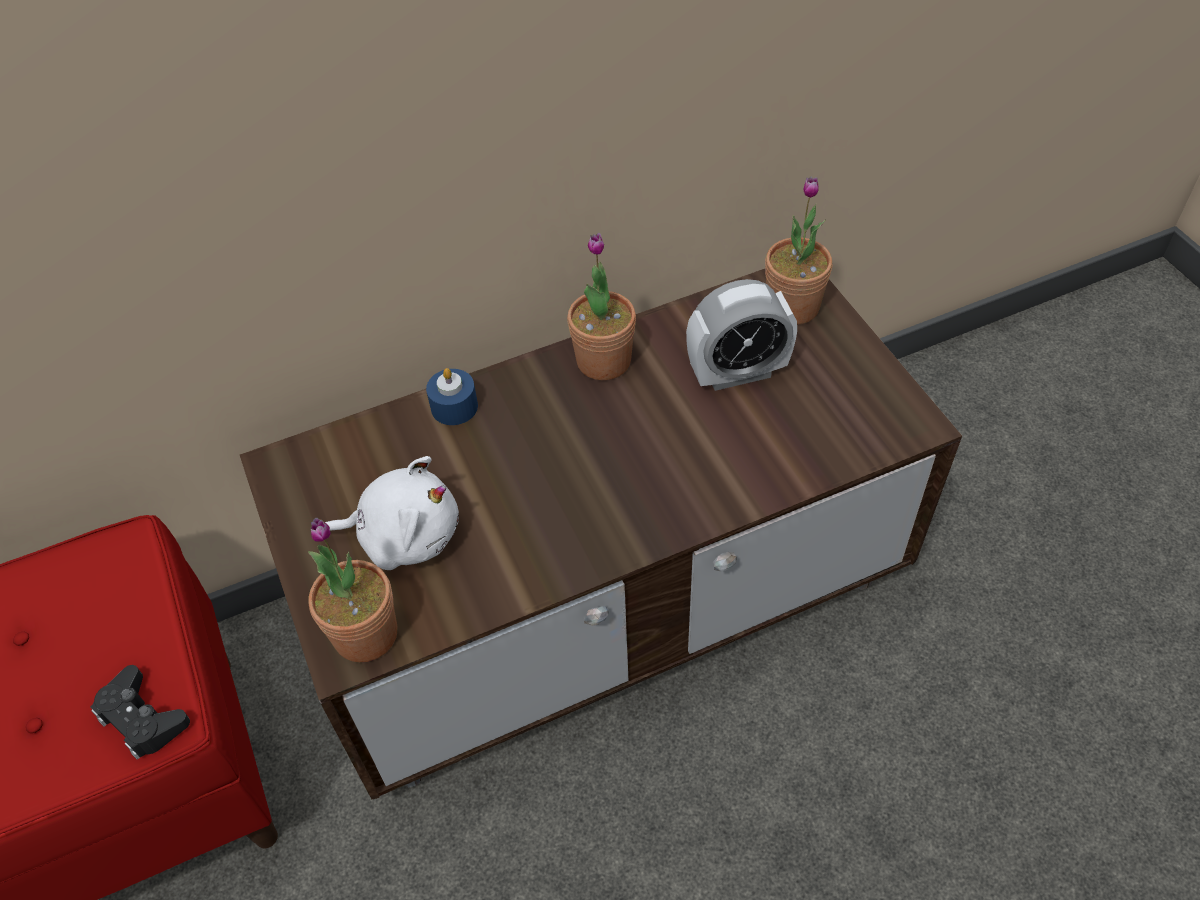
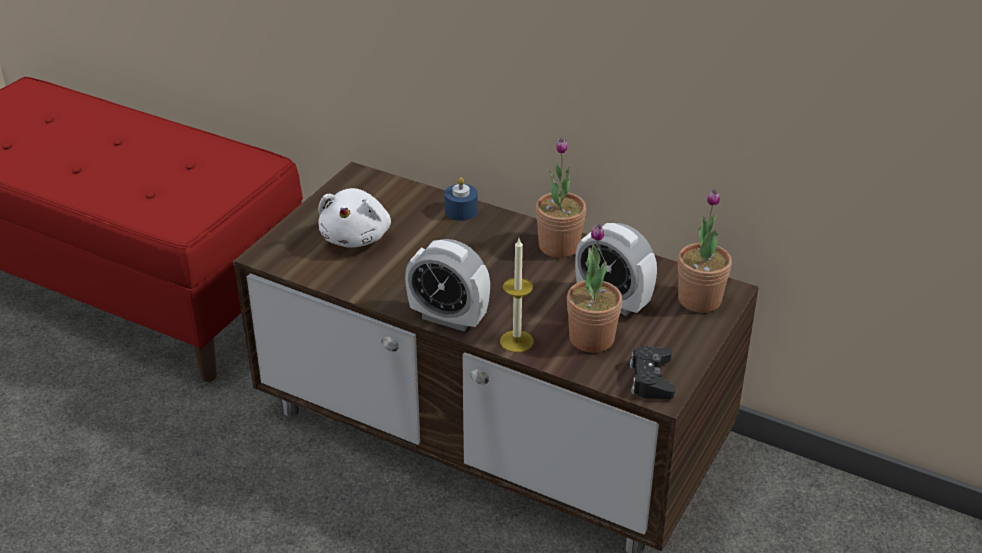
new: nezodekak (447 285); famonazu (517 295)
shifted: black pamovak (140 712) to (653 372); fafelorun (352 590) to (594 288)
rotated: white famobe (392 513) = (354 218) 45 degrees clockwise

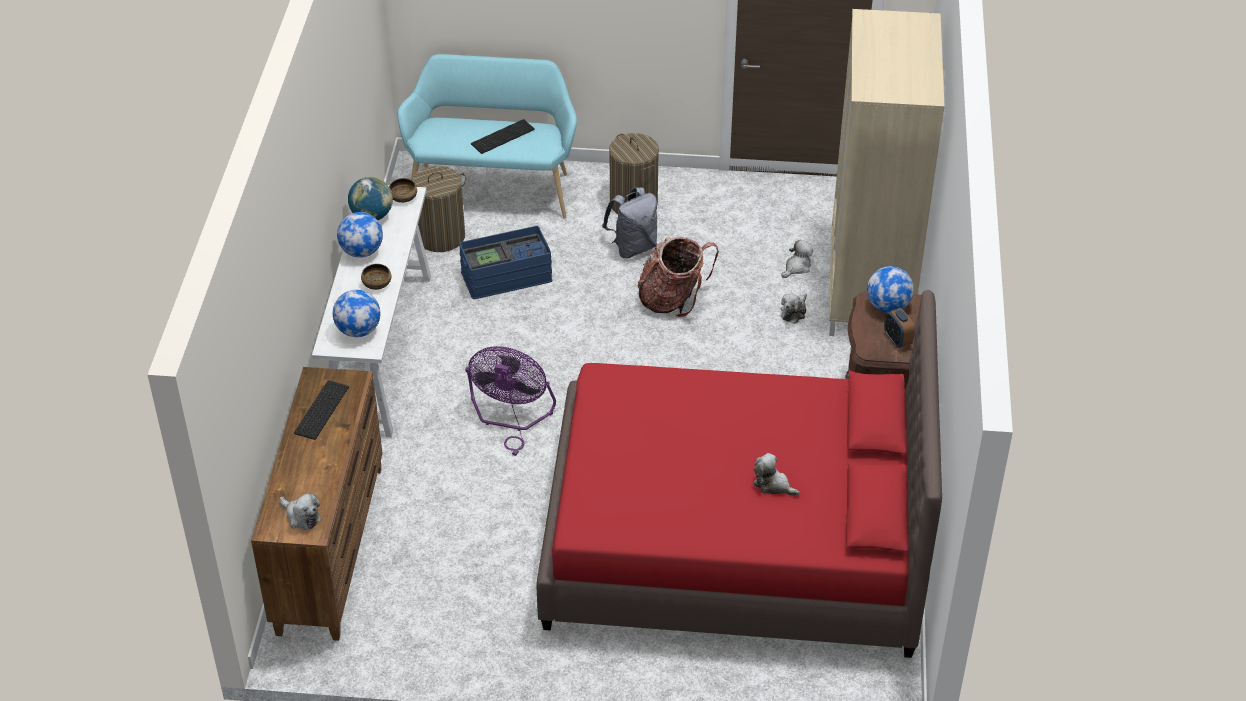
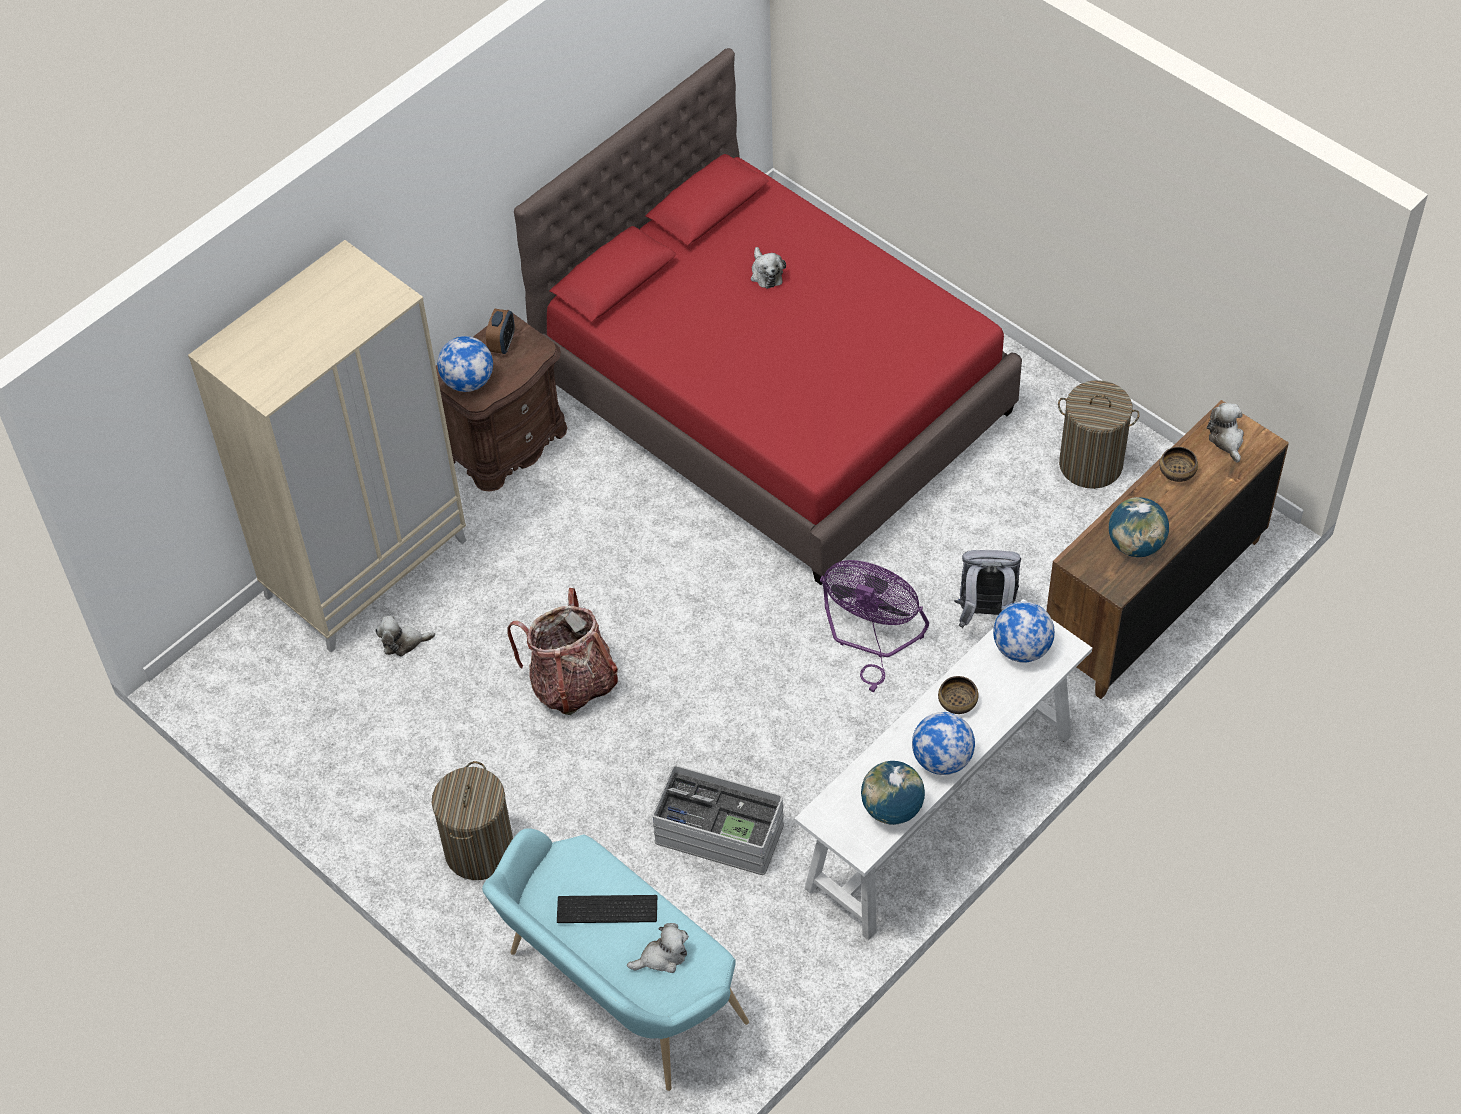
shifted: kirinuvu (403 190) to (1178 464); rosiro (439 209) to (1099 434); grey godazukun (629 222) to (987 589); famobe (794 308) to (658 948)
swapped: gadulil (321 410) to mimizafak (1139 527)
repainted: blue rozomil (506 262) to grey rozomil (718 820)
rotated: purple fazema (510 401) = (874 626) 150 degrees clockwise

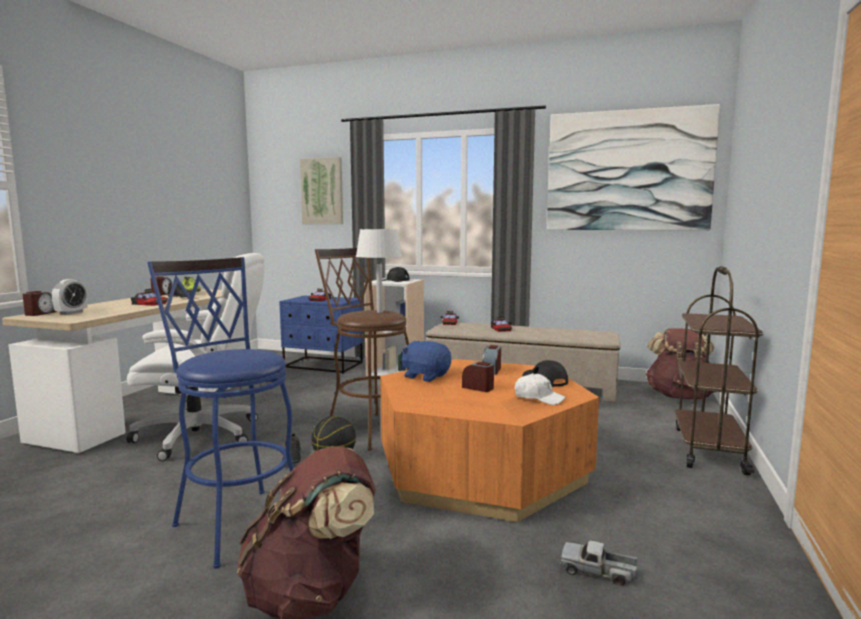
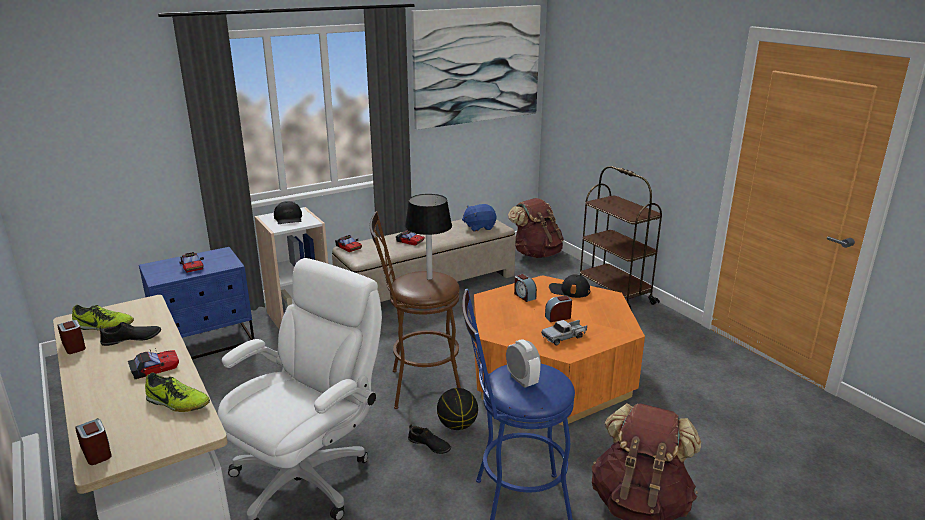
gone: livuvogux (321 190); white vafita (540 389)
new: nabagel (177 392)
shifted: nezodekak (69 297) to (523 363); blue famobe (426 361) to (479 218); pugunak (599 563) to (564 332)
repainted: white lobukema (379 271) to black lobukema (428 237)

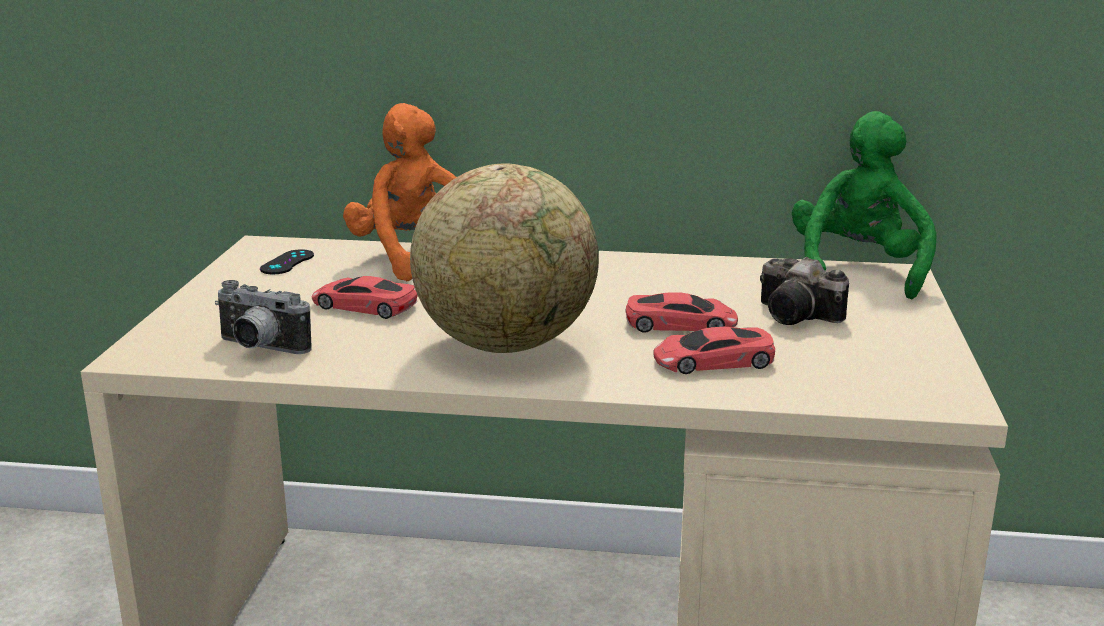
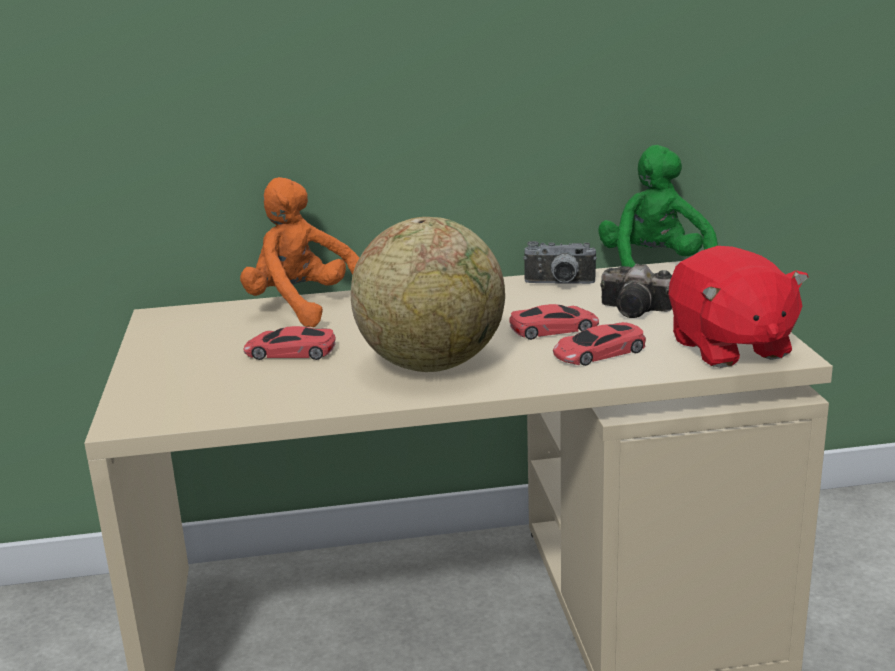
gone: black pamovak (287 261)
new: red famobe (738 307)
shifted: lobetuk (263 317) to (560 262)

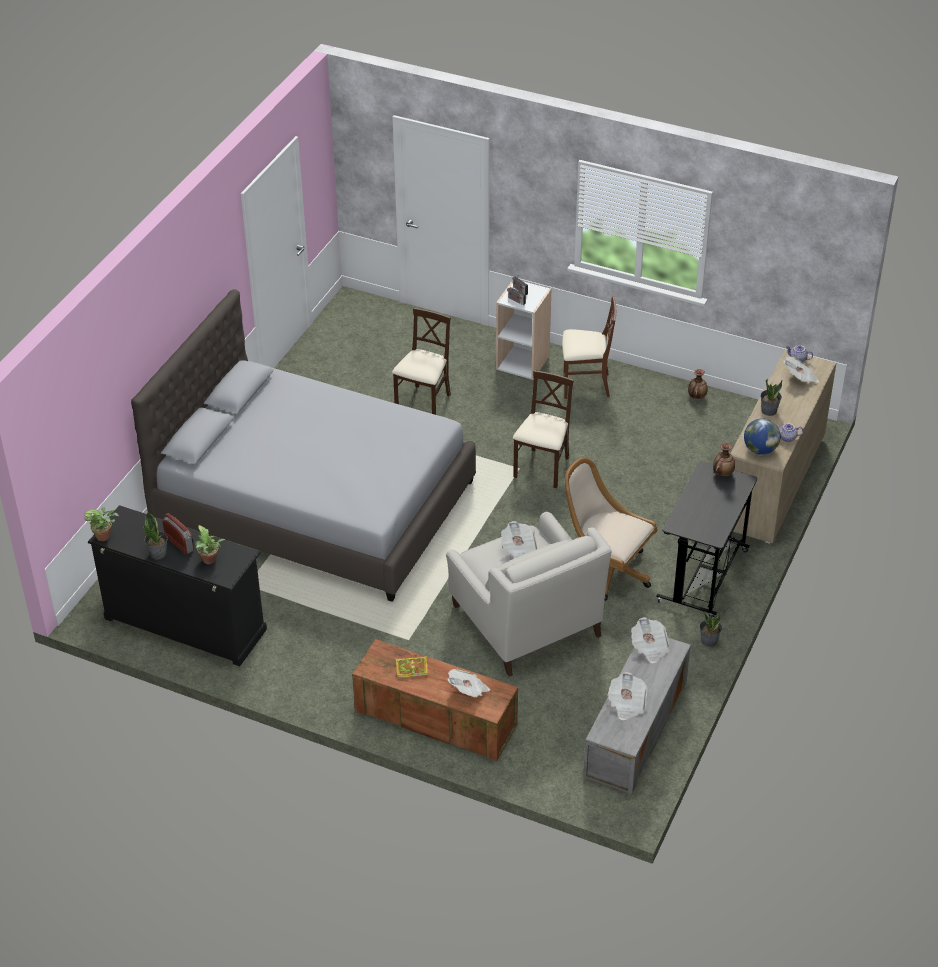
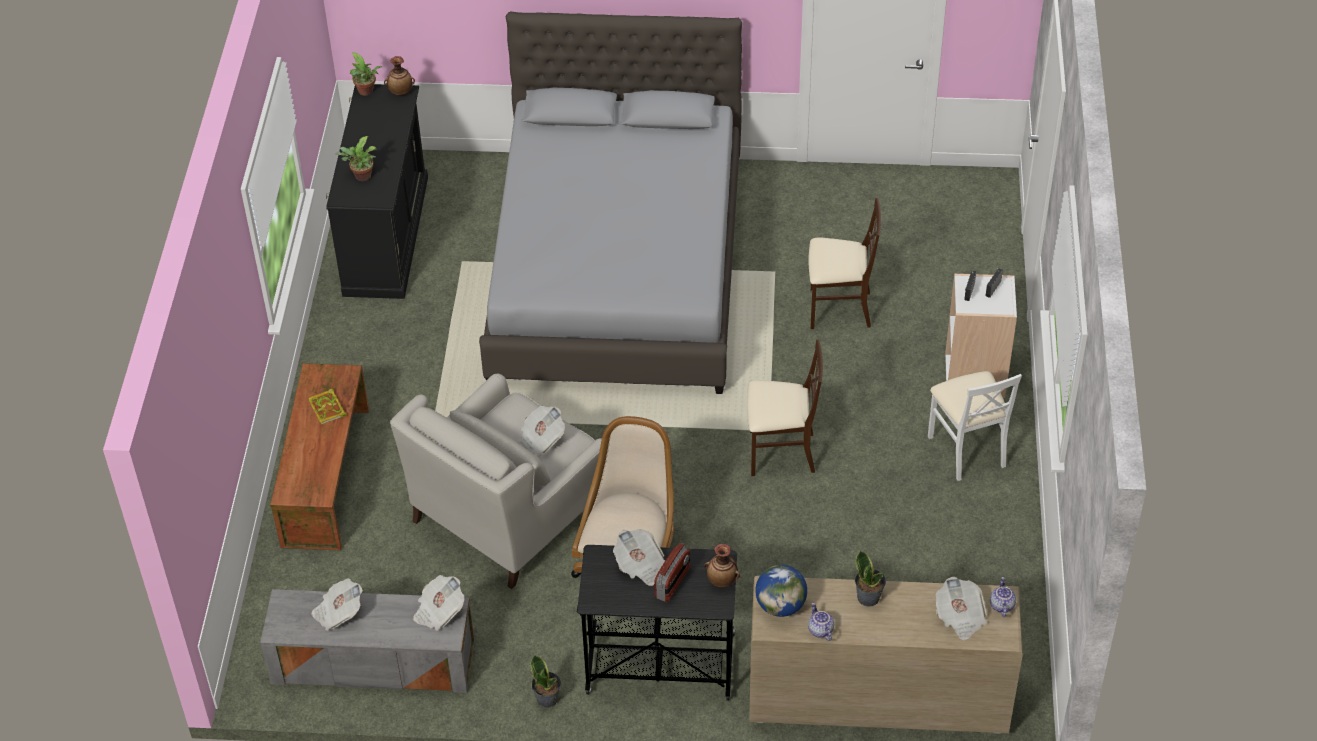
gone: fafelorun (155 536)
shifted: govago (178 534) to (672 572); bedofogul (468 683) to (639 557); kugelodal (698 384) to (399 75)
repainted: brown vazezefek (589 347) to white vazezefek (975 426)

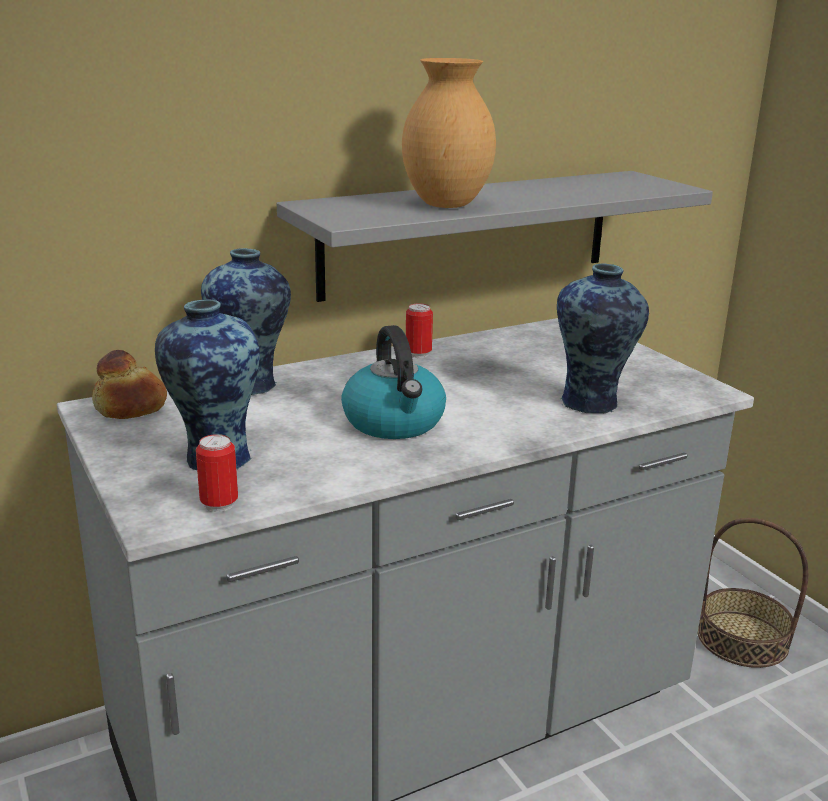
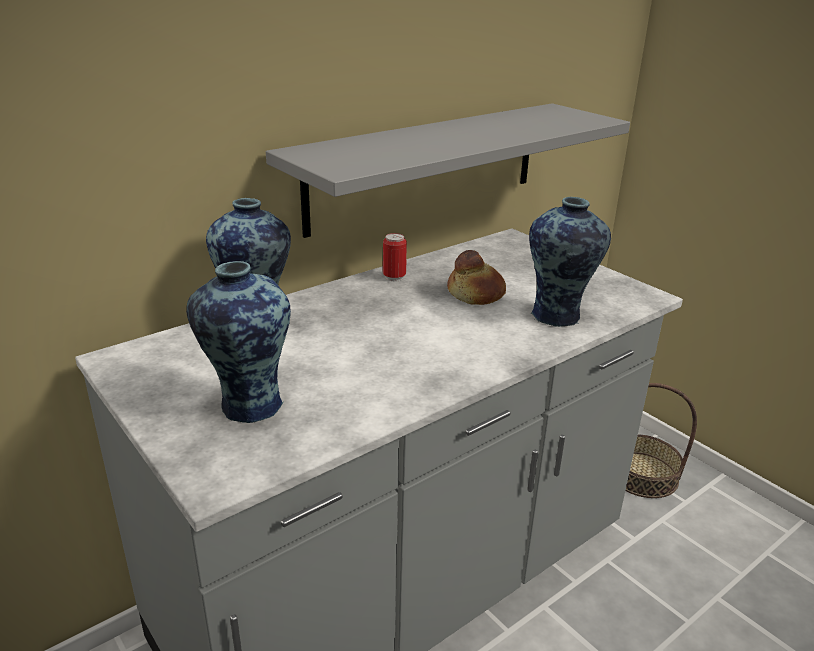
gone: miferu (217 473); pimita (393 382); brown kugelodal (449 133)
shifted: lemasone (129 384) to (476 277)

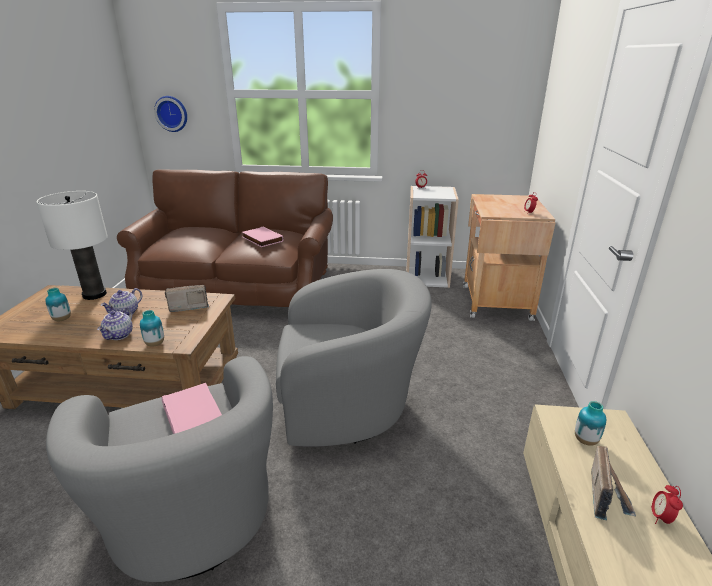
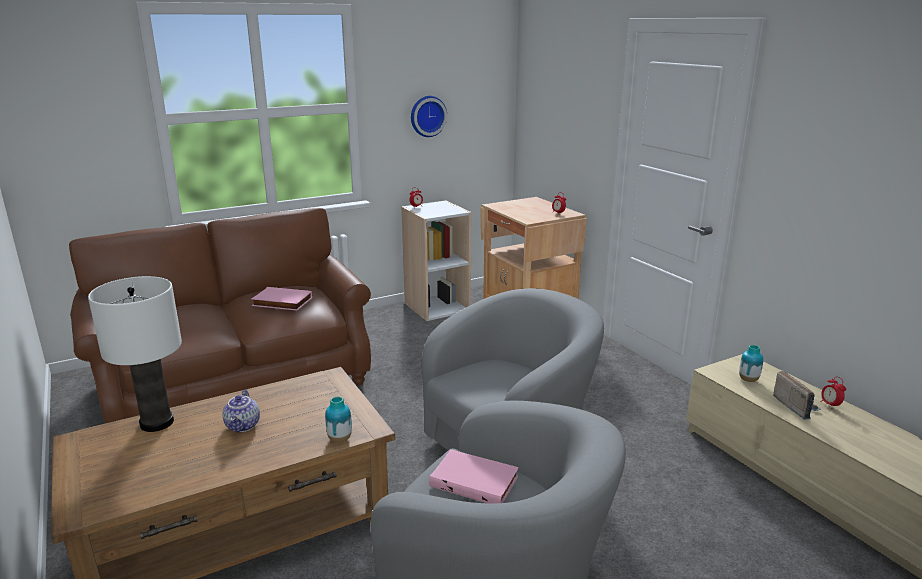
gone: kugelodal (58 304); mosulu (115 323); govago (187 298)
shifted: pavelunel (170 114) to (429 116)

